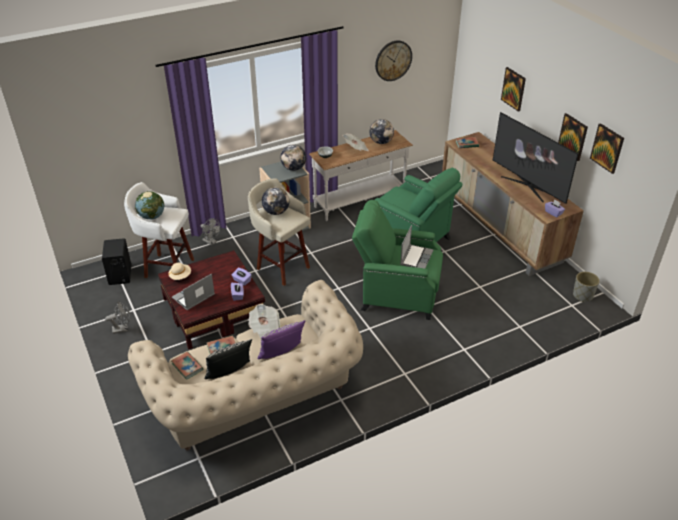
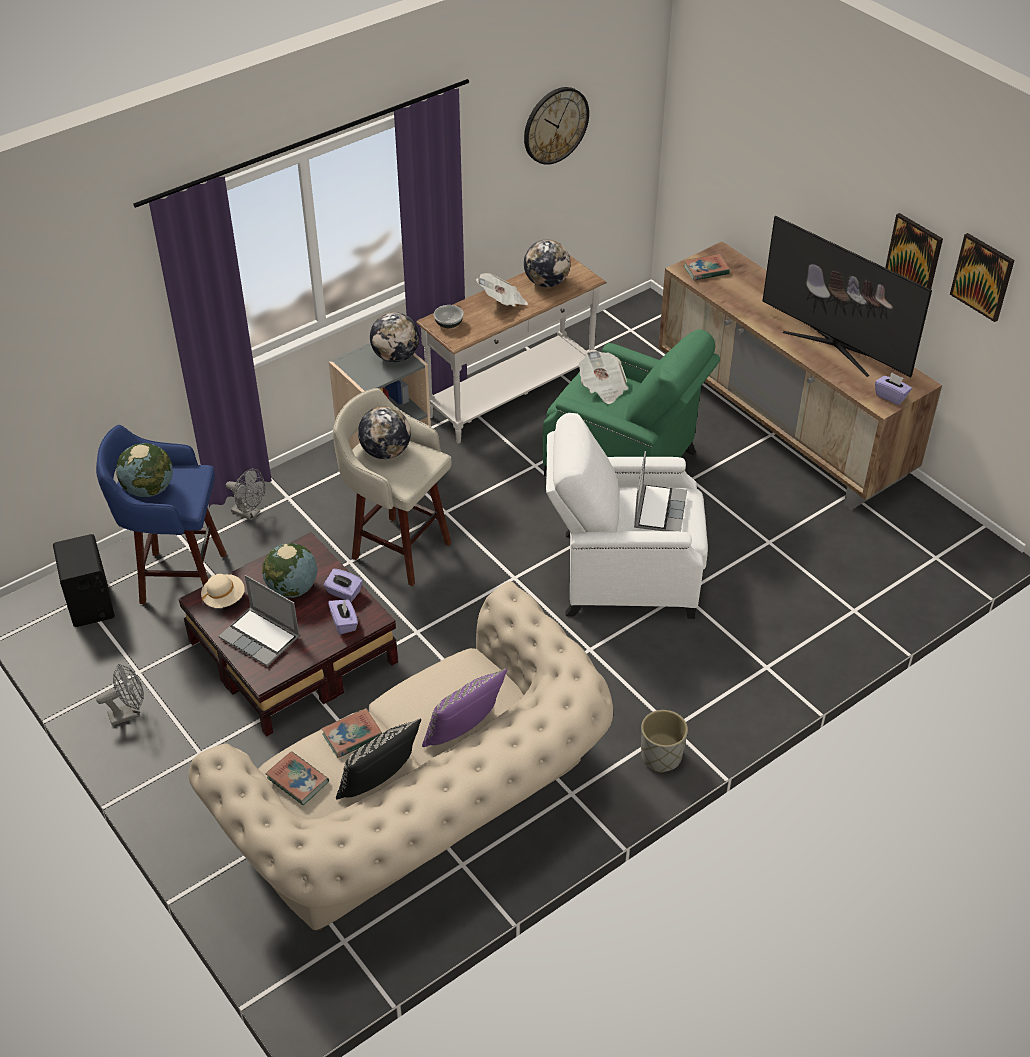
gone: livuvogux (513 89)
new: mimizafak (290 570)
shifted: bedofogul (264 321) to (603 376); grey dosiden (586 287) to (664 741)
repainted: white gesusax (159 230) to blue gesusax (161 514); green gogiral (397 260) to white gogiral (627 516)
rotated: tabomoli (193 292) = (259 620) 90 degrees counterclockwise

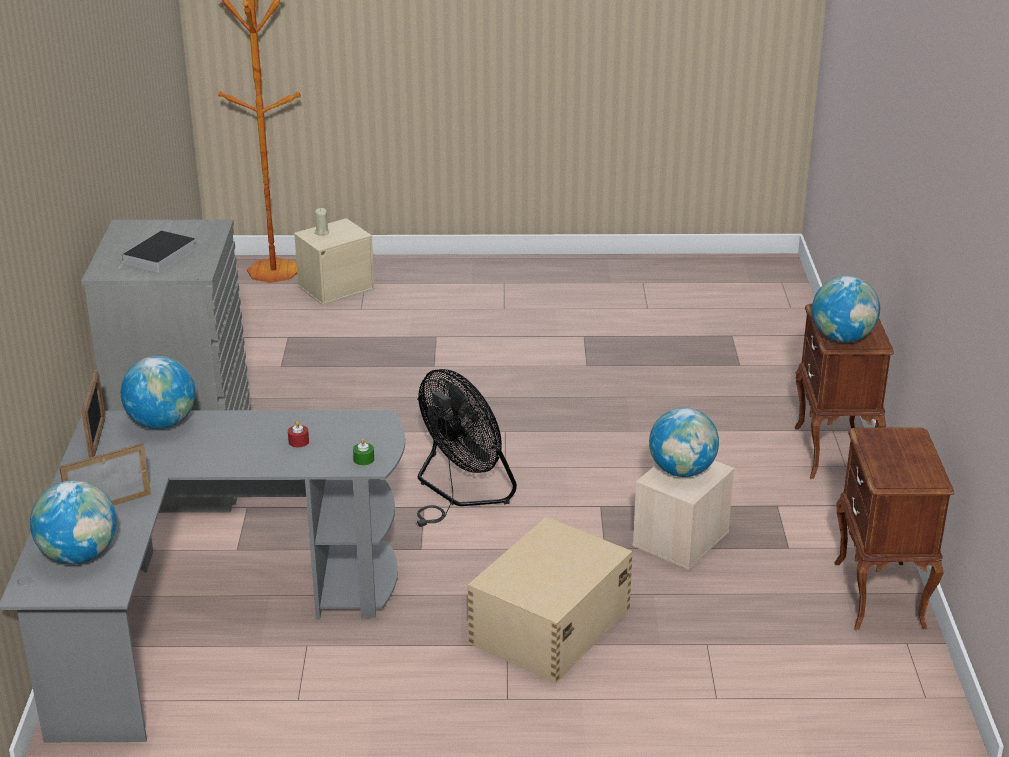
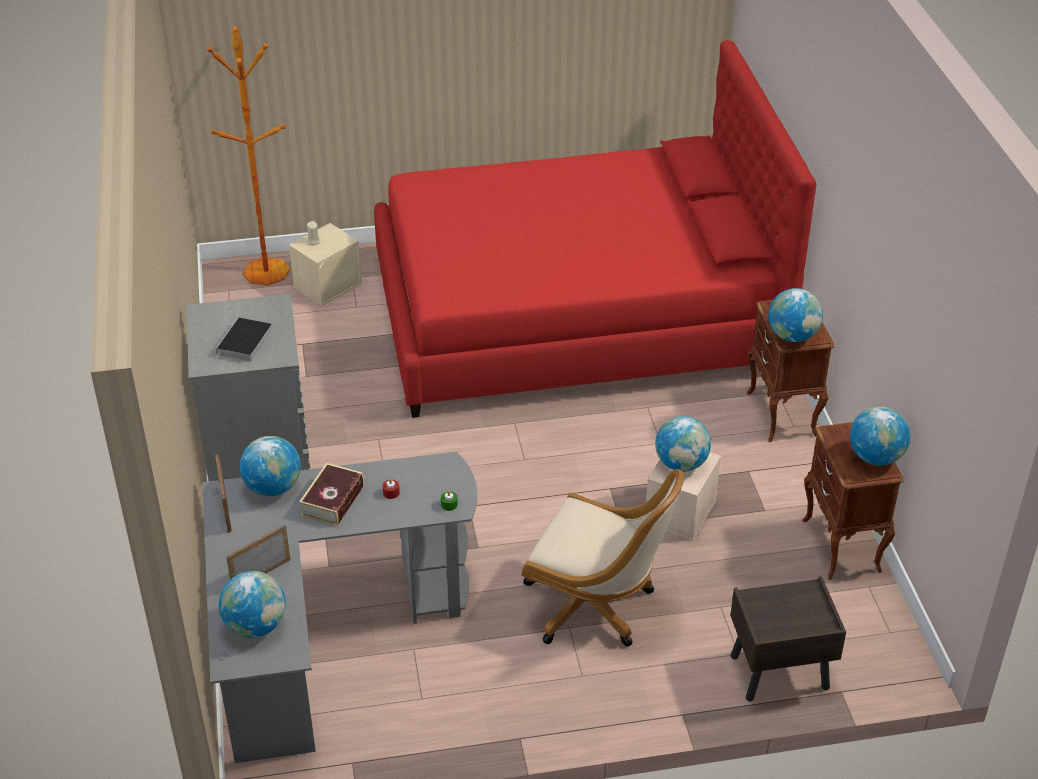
gone: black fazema (466 448)
new: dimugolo (331 494); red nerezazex (595 229); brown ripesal (788 638); mimizafak (880 436)
swapped: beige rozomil (550 600) to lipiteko (602 557)

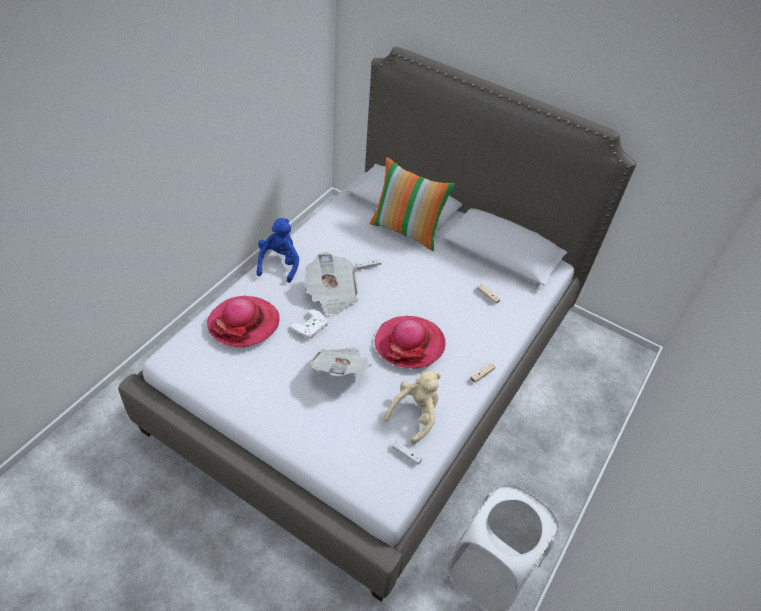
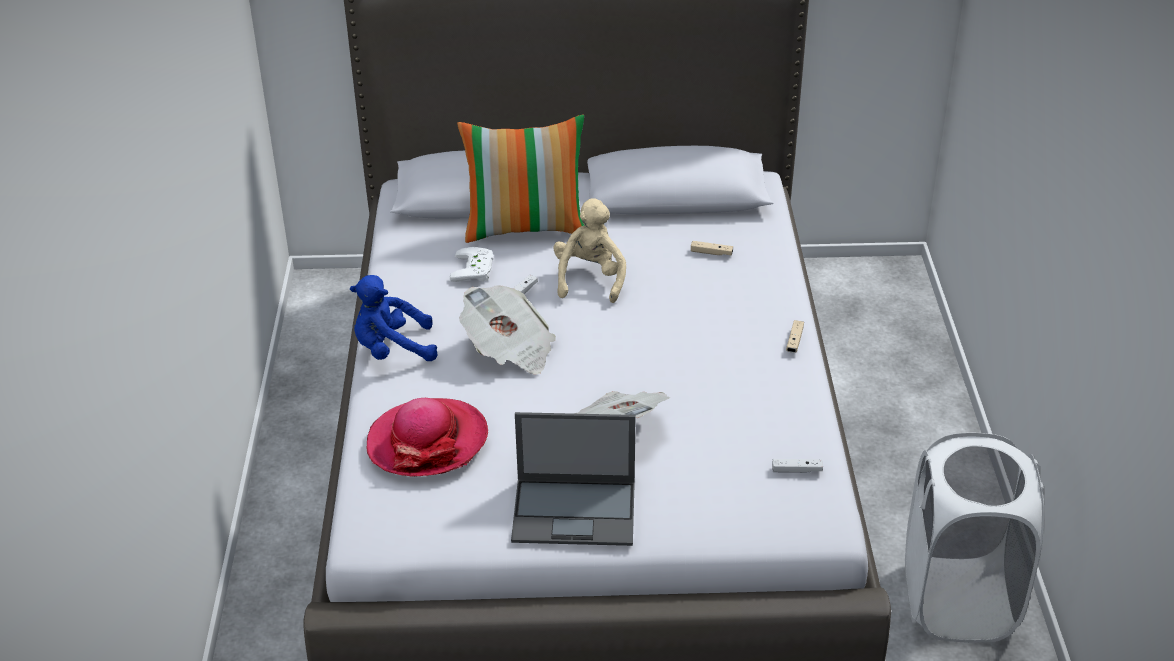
gone: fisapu (410 342)
new: tabomoli (573 479)
shifted: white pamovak (309 324) to (471 264); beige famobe (412 407) to (589 250)
rotated: blue famobe (278 250) = (394 318) 75 degrees counterclockwise

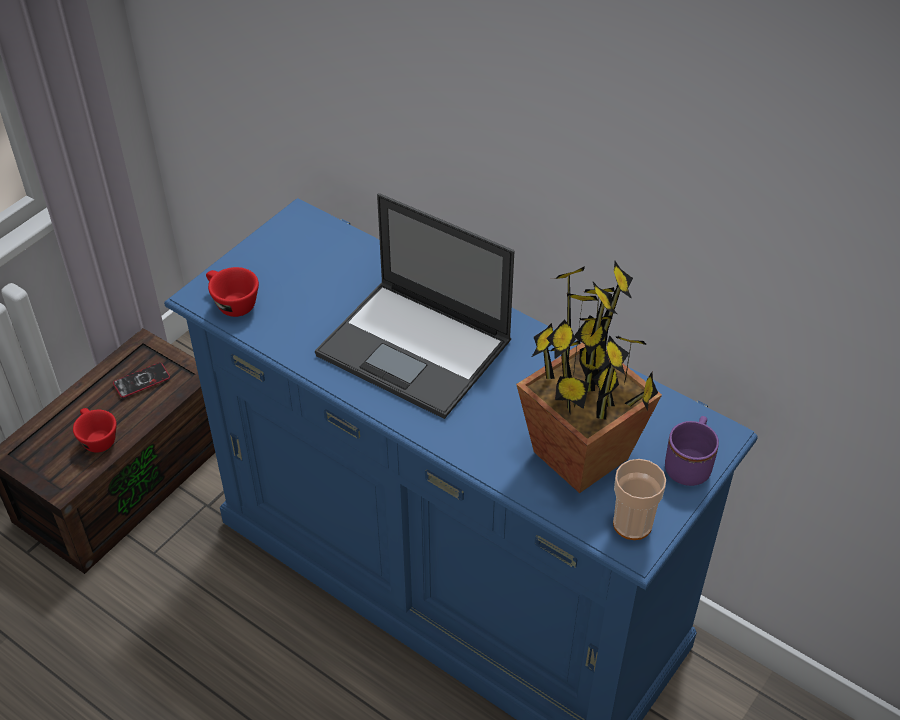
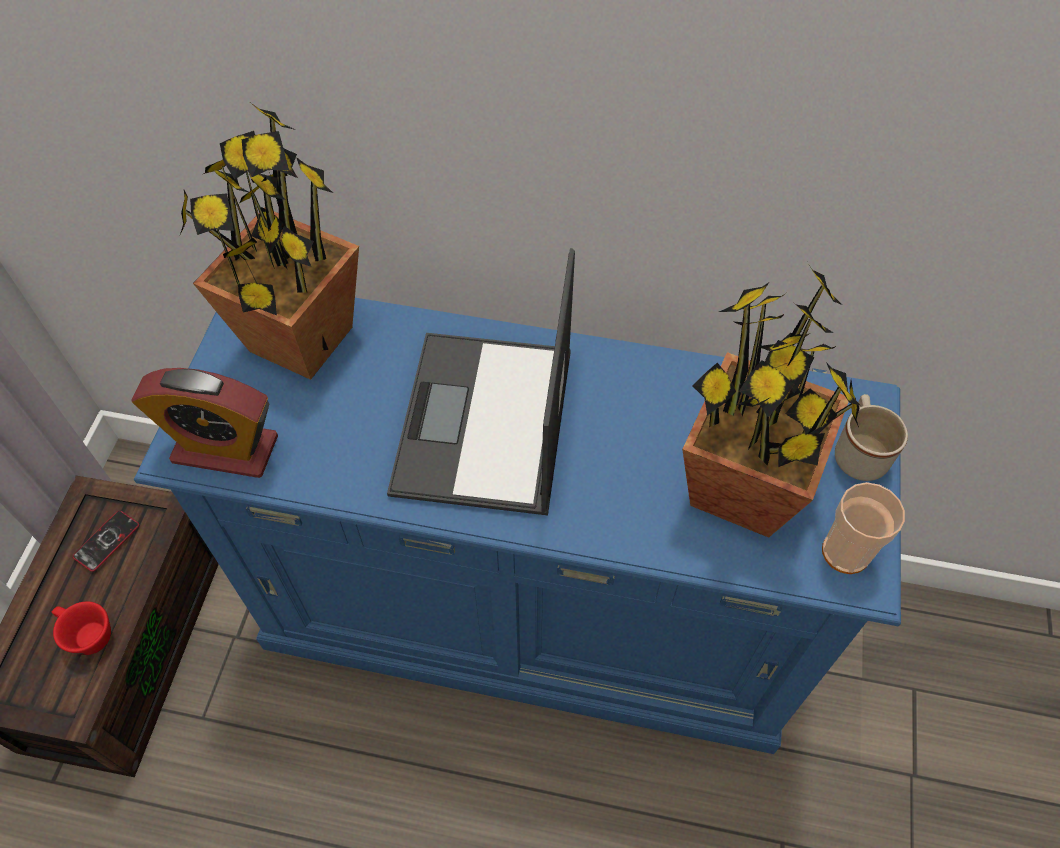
new: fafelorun (269 241)
swapped: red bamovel (232 292) to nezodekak (204 423)
repainted: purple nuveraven (692 451) to beige nuveraven (871 437)
rotated: tabomoli (415 306) = (481 381) 90 degrees clockwise

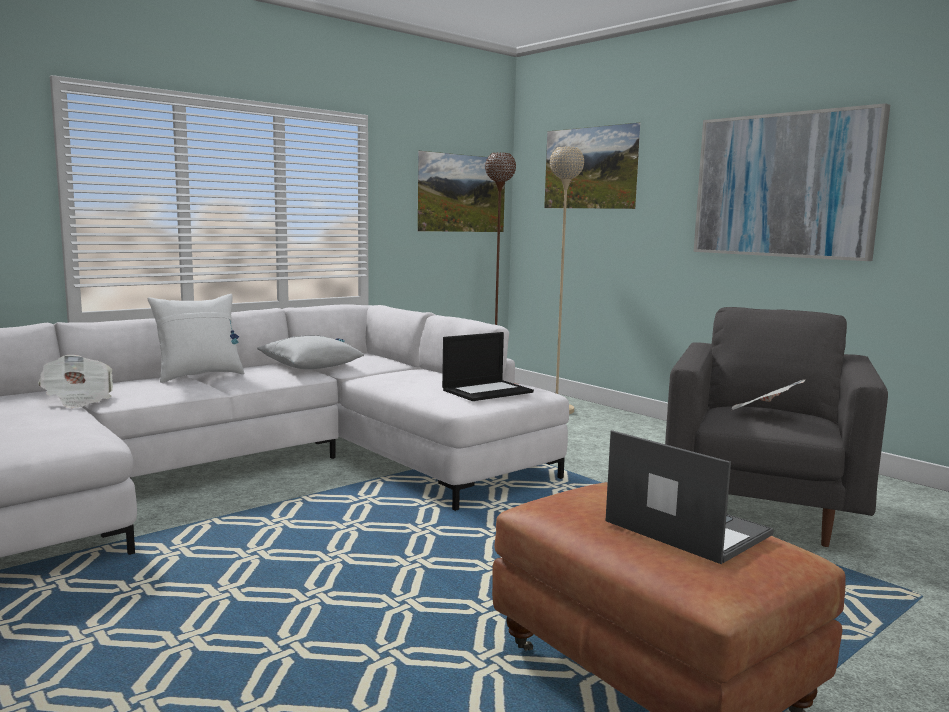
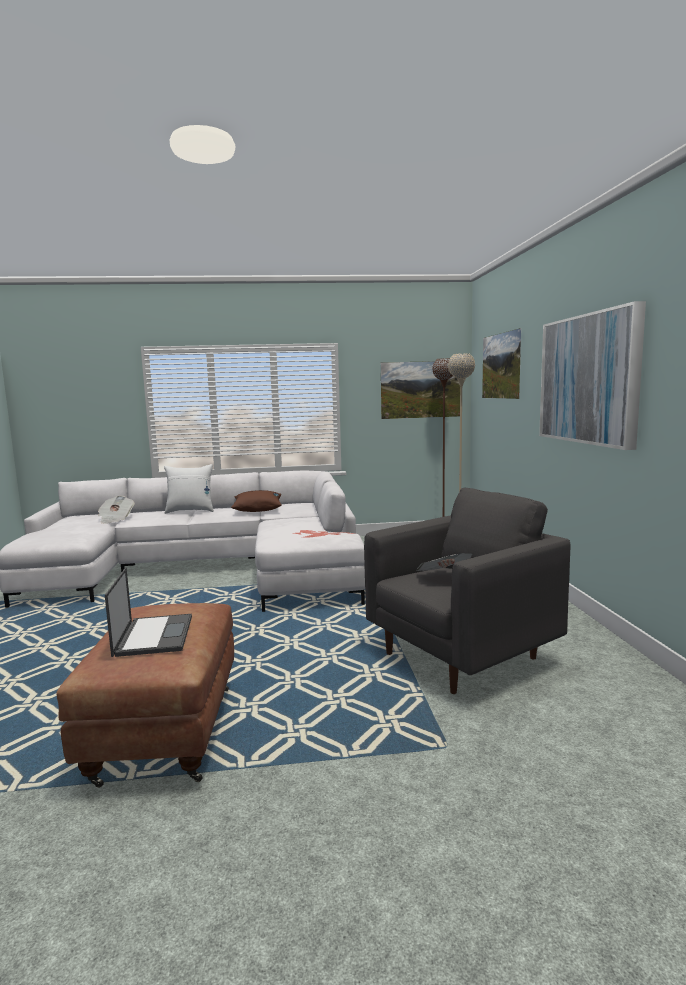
gone: tabomoli (488 366)
repainted: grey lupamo (310 352) to brown lupamo (256 501)

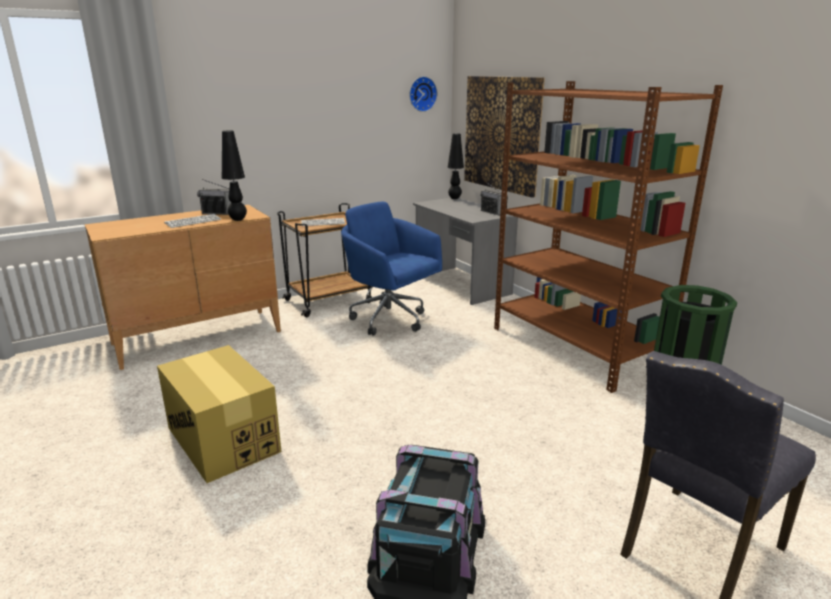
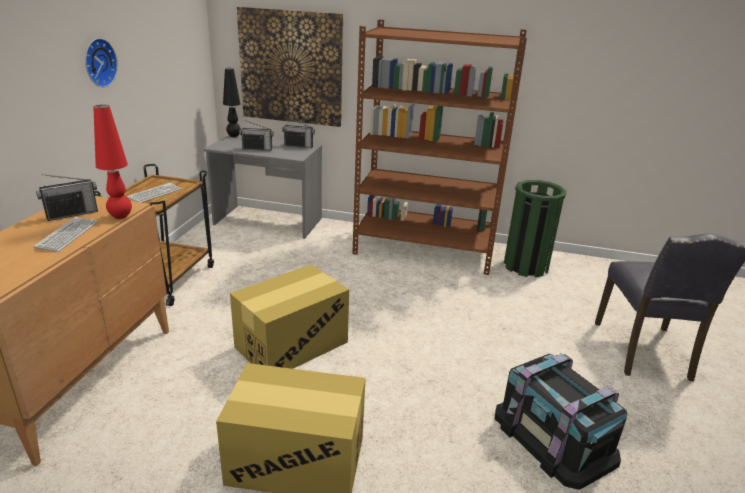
gone: blue lipiteko (391 269)
new: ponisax (289 317); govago (256 135)
shifted: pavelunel (423 94) to (101 63)
repainted: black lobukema (234 175) to red lobukema (112 162)

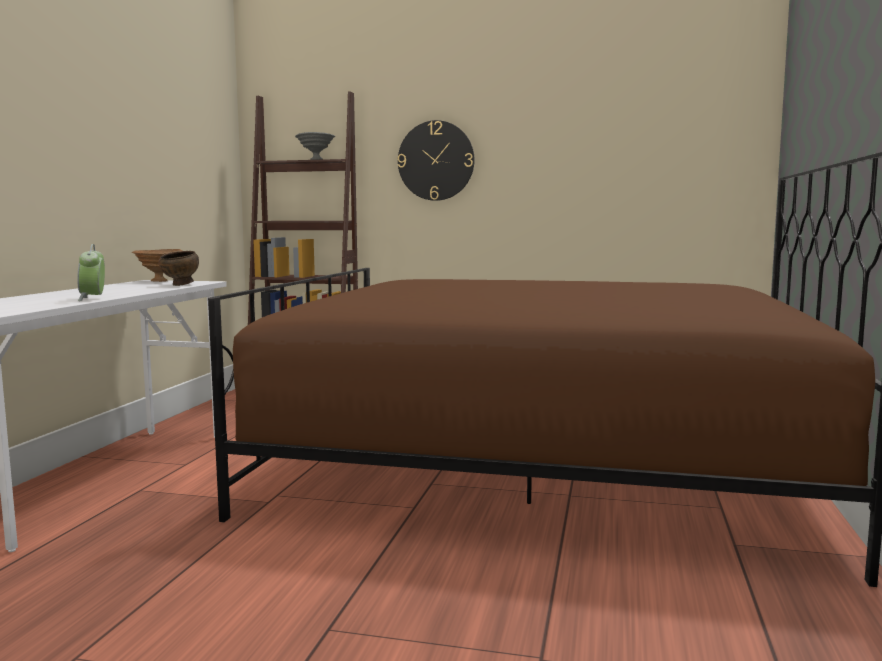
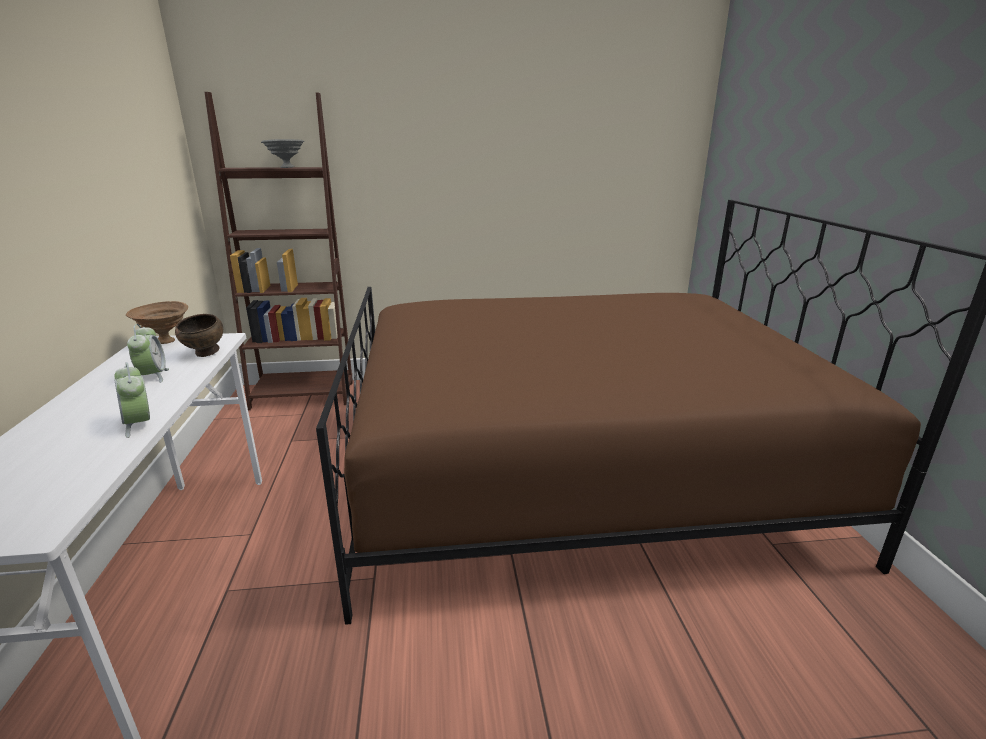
gone: pavelunel (436 160)
new: nezodekak (148 353)

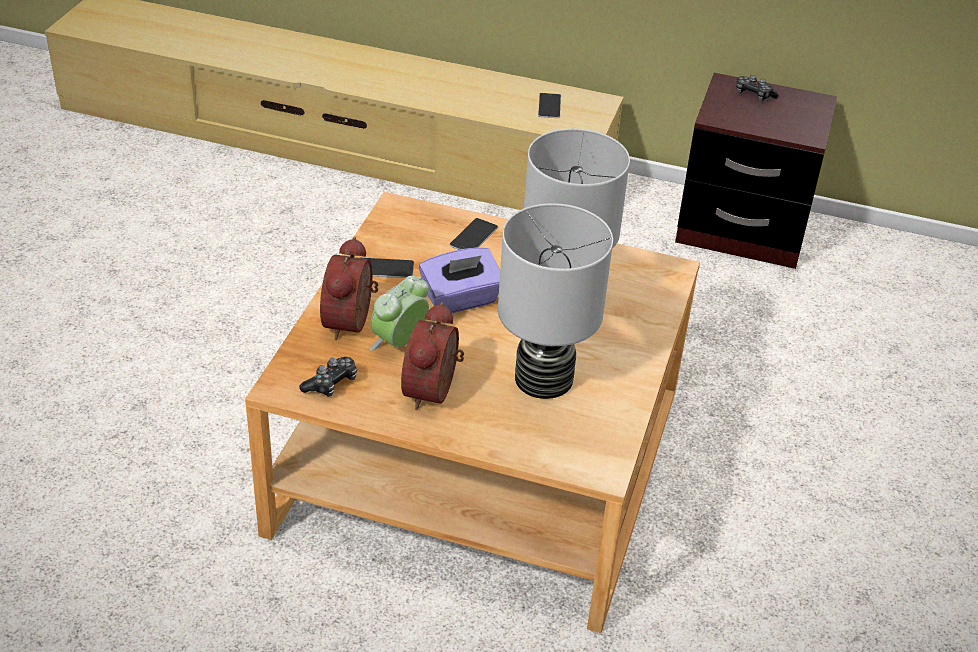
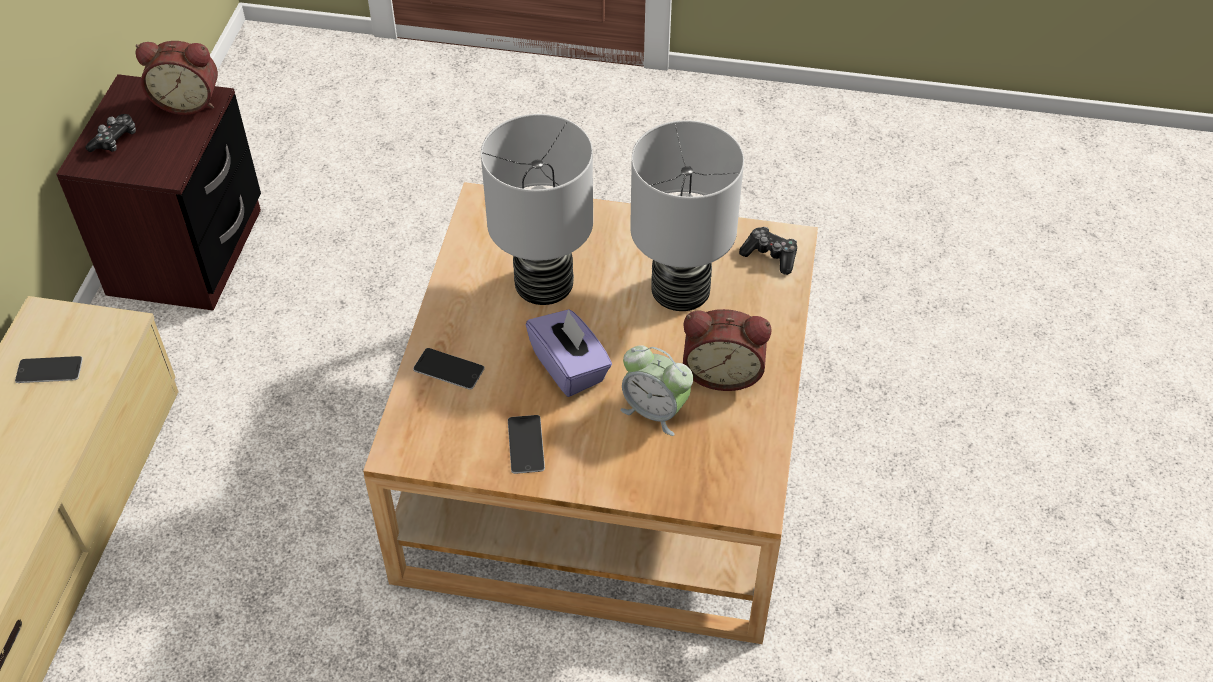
shifted: pamovak (328 377) to (768 251); nezodekak (349 288) to (177 78)

